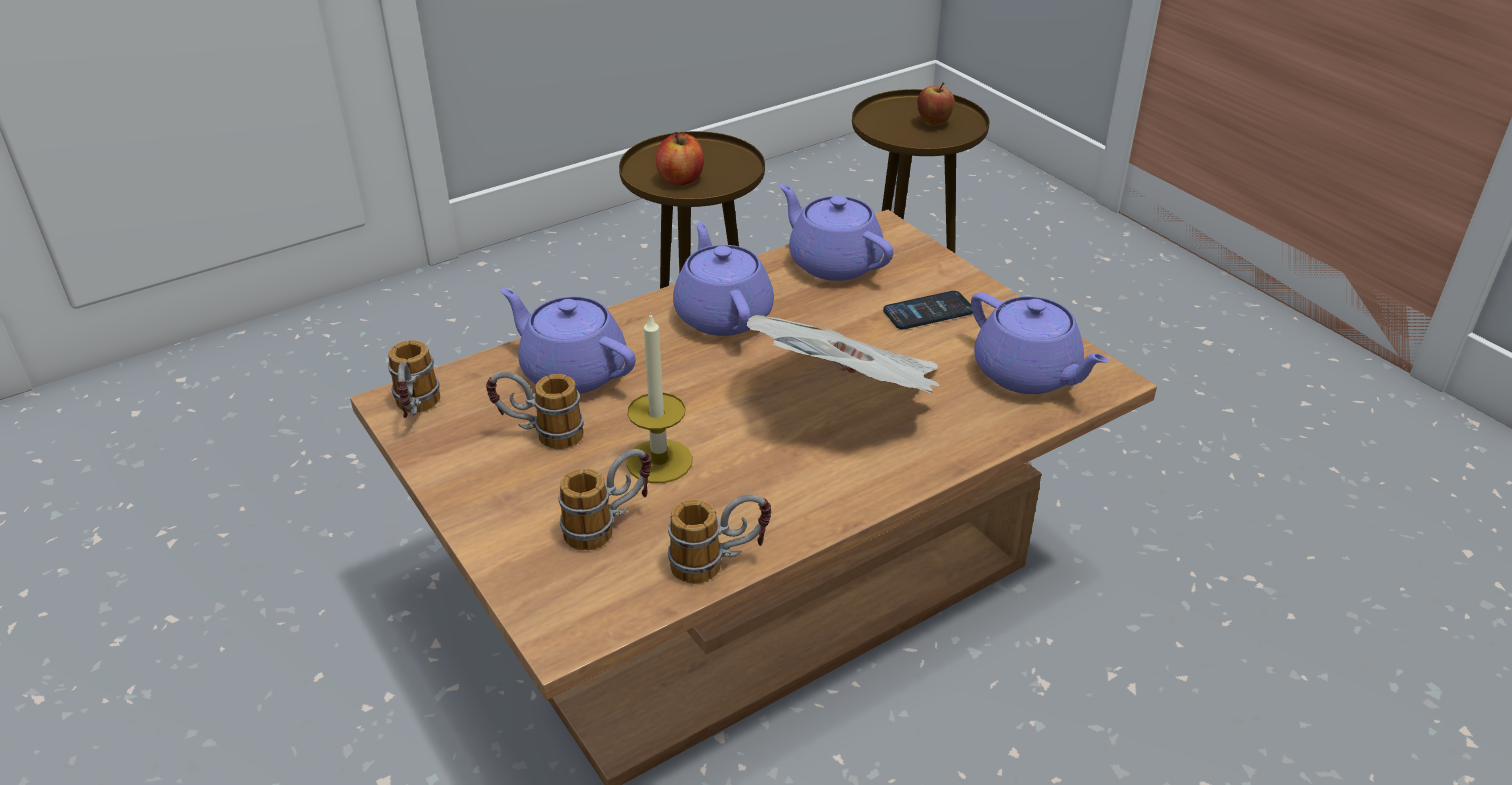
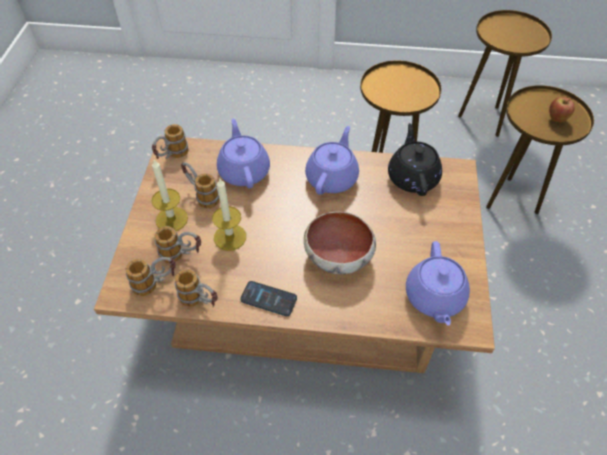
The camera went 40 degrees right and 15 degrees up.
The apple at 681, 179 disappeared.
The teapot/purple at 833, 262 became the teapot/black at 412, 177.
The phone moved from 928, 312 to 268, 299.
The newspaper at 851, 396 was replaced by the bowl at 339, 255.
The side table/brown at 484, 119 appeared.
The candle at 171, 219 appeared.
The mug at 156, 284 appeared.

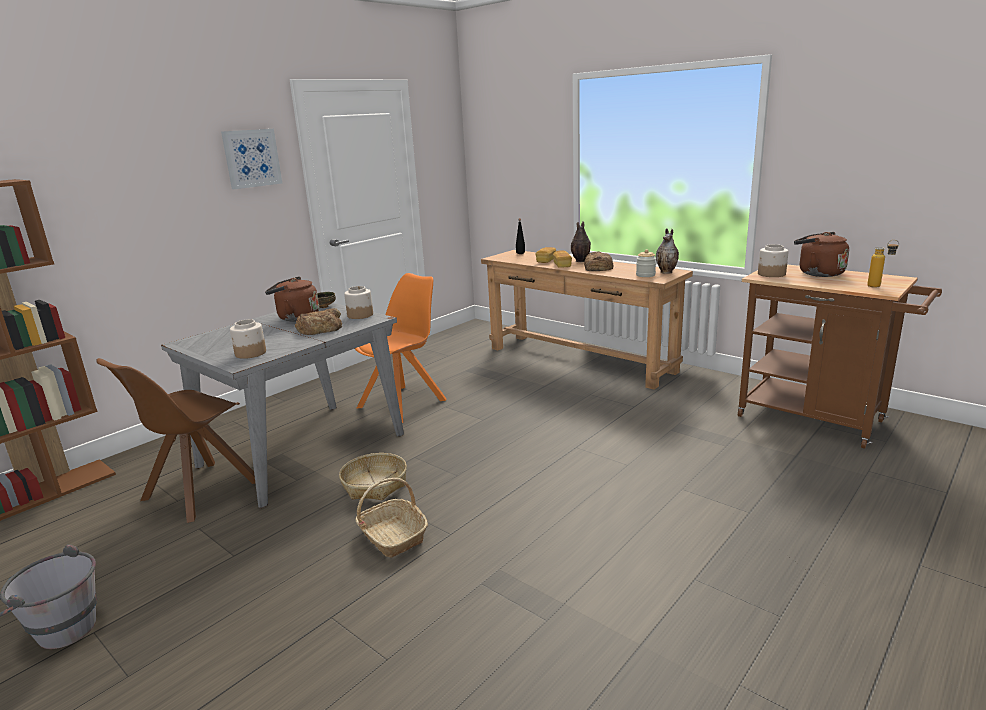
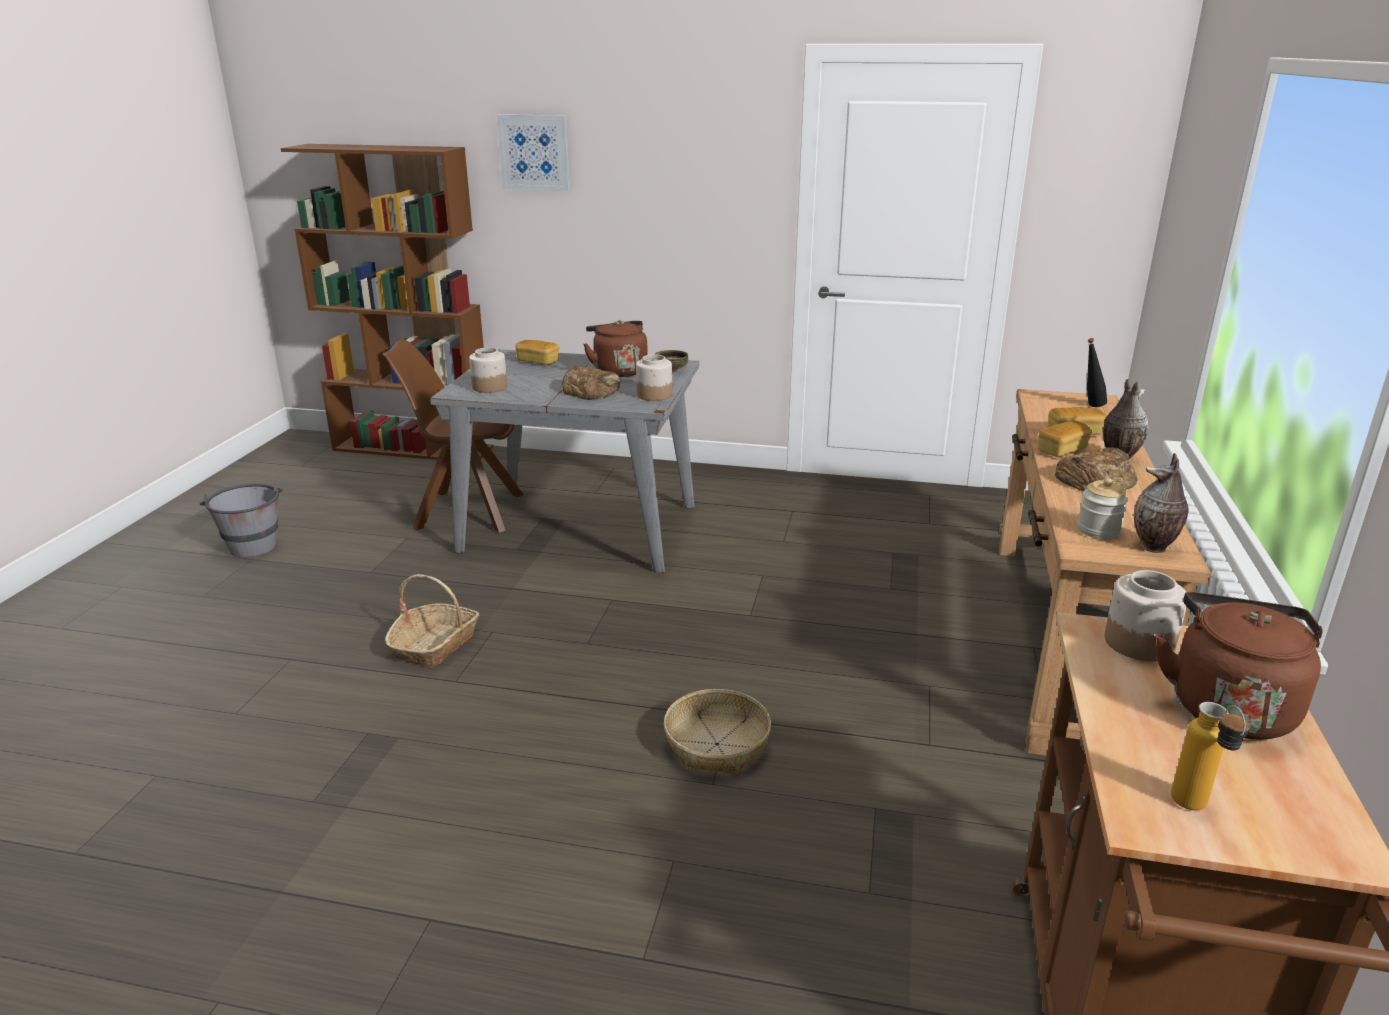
The camera went 60 degrees right and 5 degrees up.
The picture moved from 251, 158 to 534, 152.
The chair/orange at 404, 403 disappeared.
The basket moved from 375, 485 to 717, 744.
The bread at 538, 361 appeared.

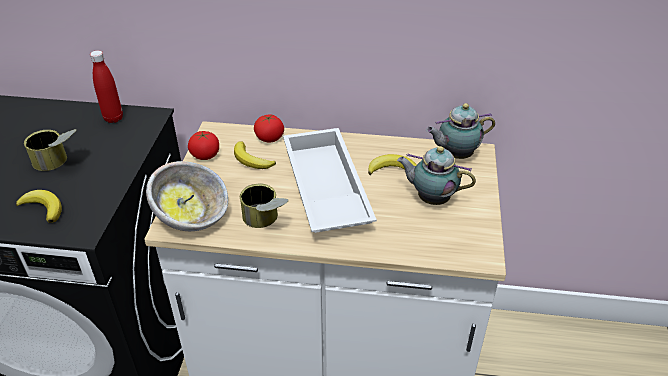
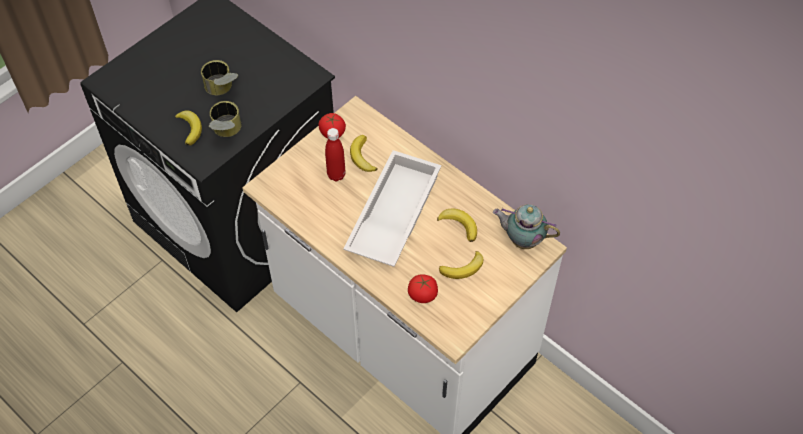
The camera went 35 degrees right and 15 degrees up.
The bottle/red moved from 113, 118 to 336, 175.
The tomato moved from 269, 138 to 422, 295.
The teapot at 431, 198 was replaced by the banana at 463, 268.
The bowl at 193, 217 disappeared.
The can moved from 265, 222 to 226, 133.

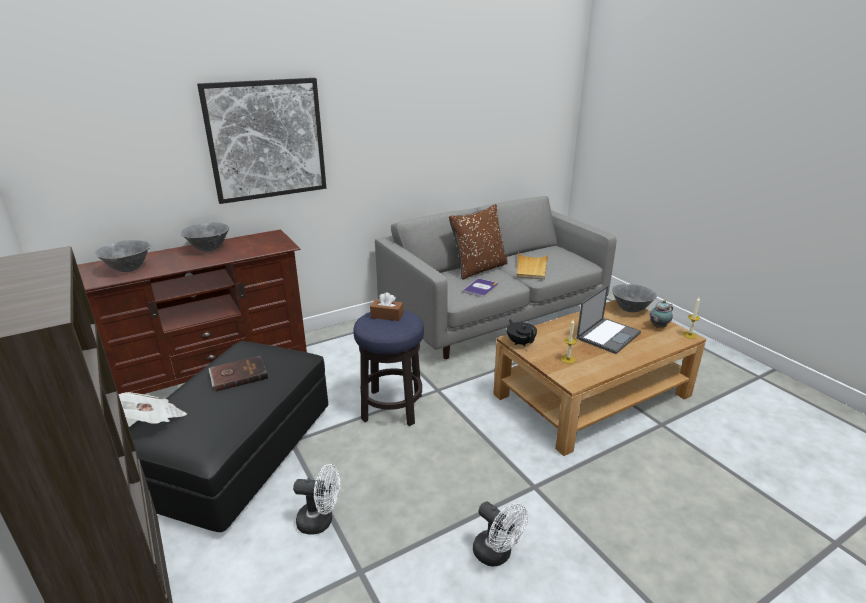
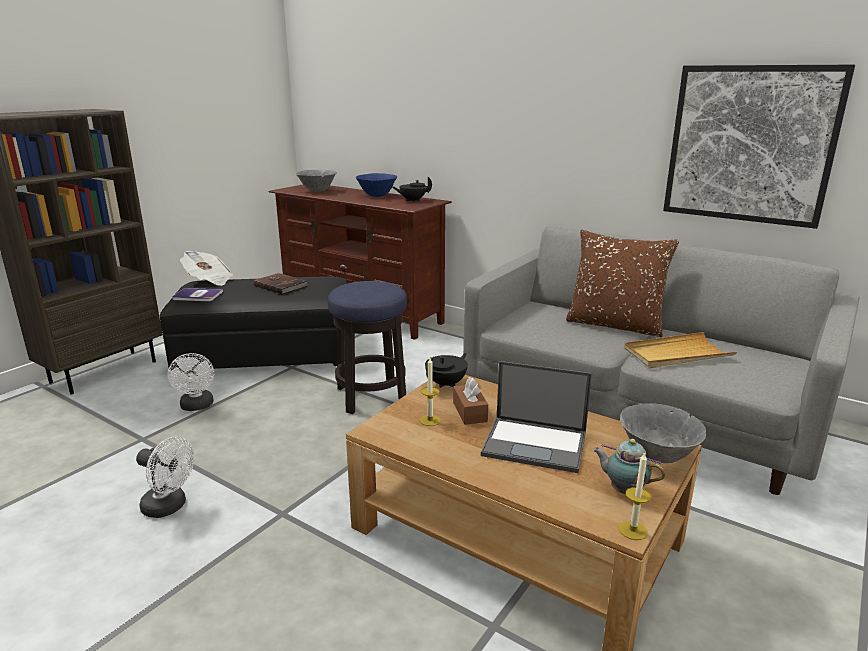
The camera went 65 degrees right and 5 degrees down.
The picture moved from 266, 140 to 750, 145.
The bowl/grey at 209, 249 became the bowl/blue at 377, 196.
The book moved from 481, 288 to 197, 295.
The tissue box/brown moved from 387, 315 to 470, 412.
The fan/white at 497, 555 turned 90 degrees counterclockwise.
The teapot/black at 412, 200 appeared.

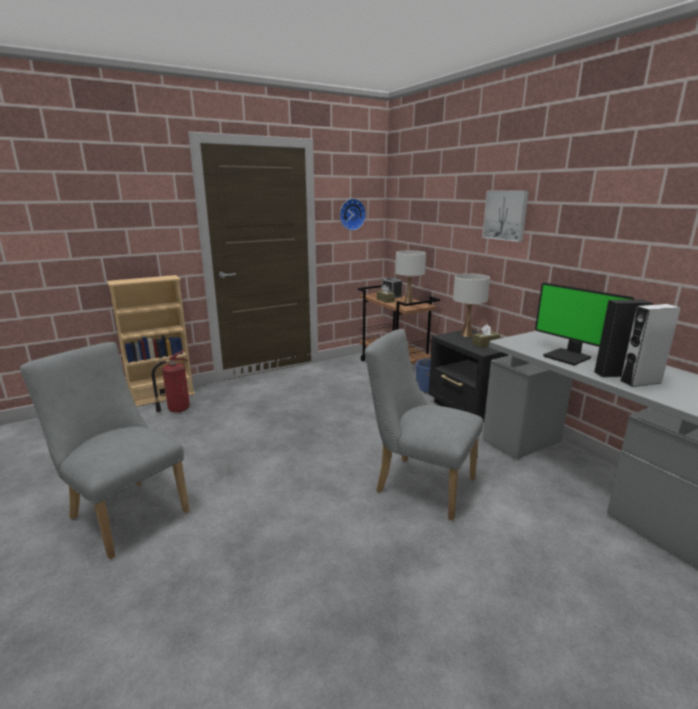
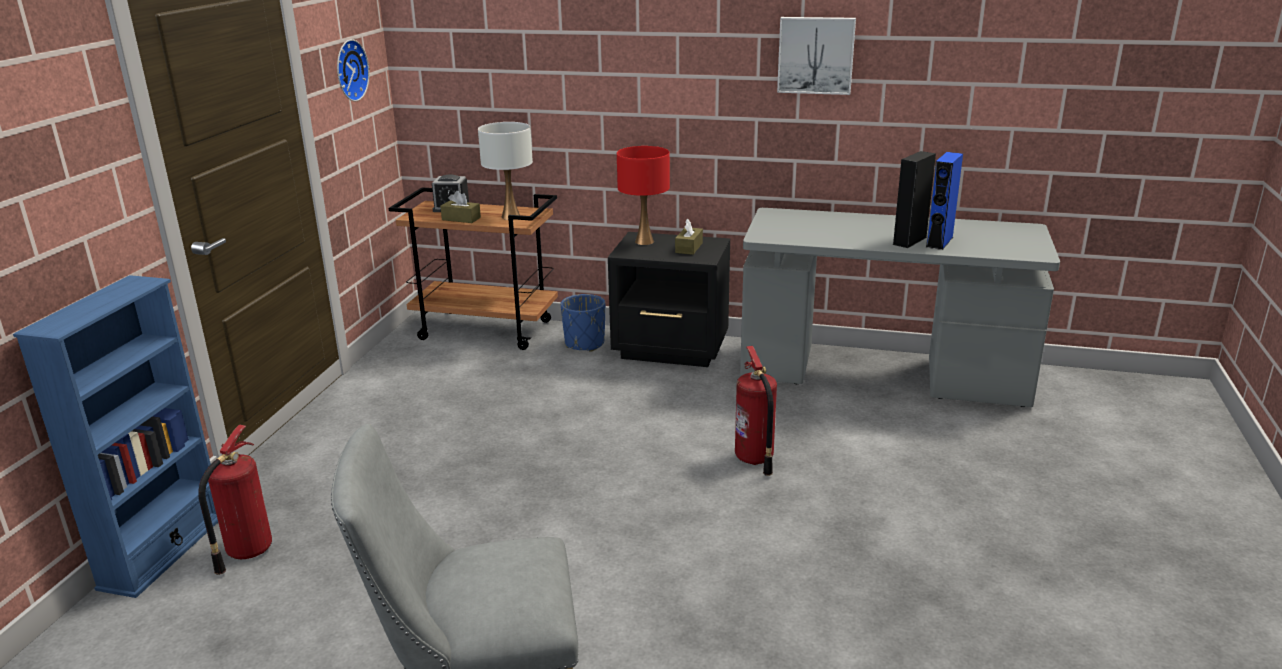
The camera went 45 degrees left and 5 degrees up.
The picture moved from 506, 215 to 816, 55.
The table lamp/white at 466, 335 became the table lamp/red at 644, 242.
The bookcase/beige at 162, 397 became the bookcase/blue at 164, 550.
The monitor at 568, 357 disappeared.
The speaker/grey at 640, 382 became the speaker/blue at 939, 242.
The chair/grey at 418, 483 was replaced by the fire extinguisher at 754, 459.

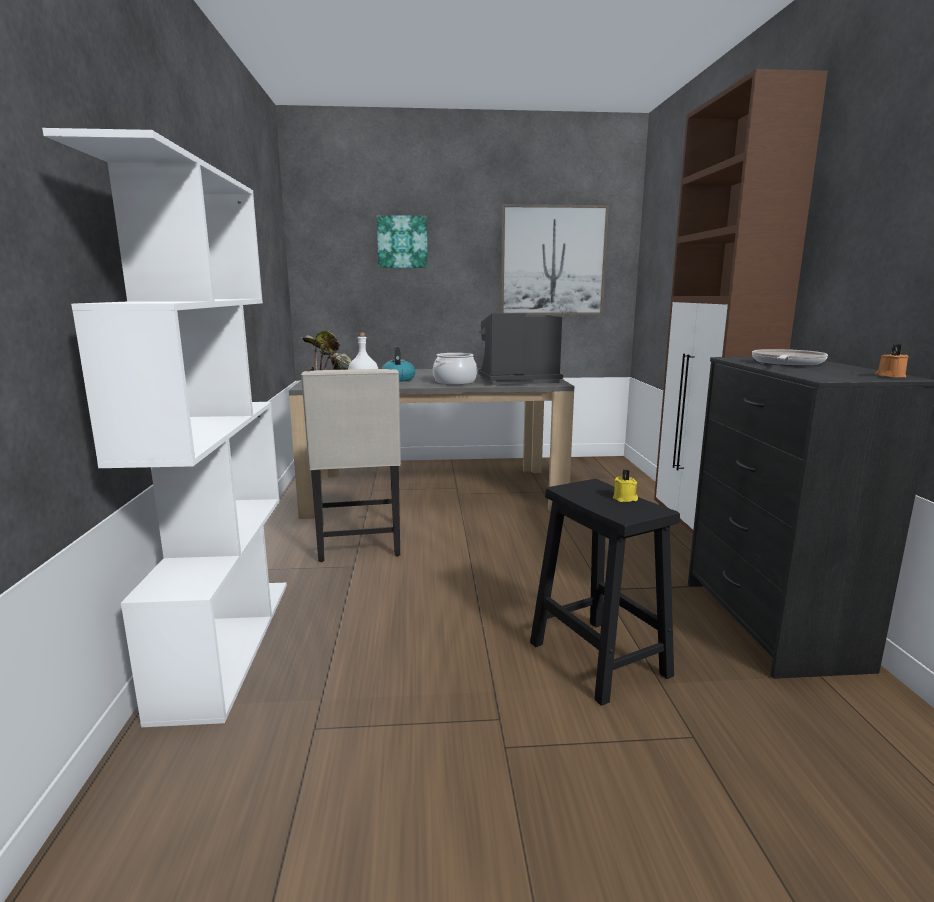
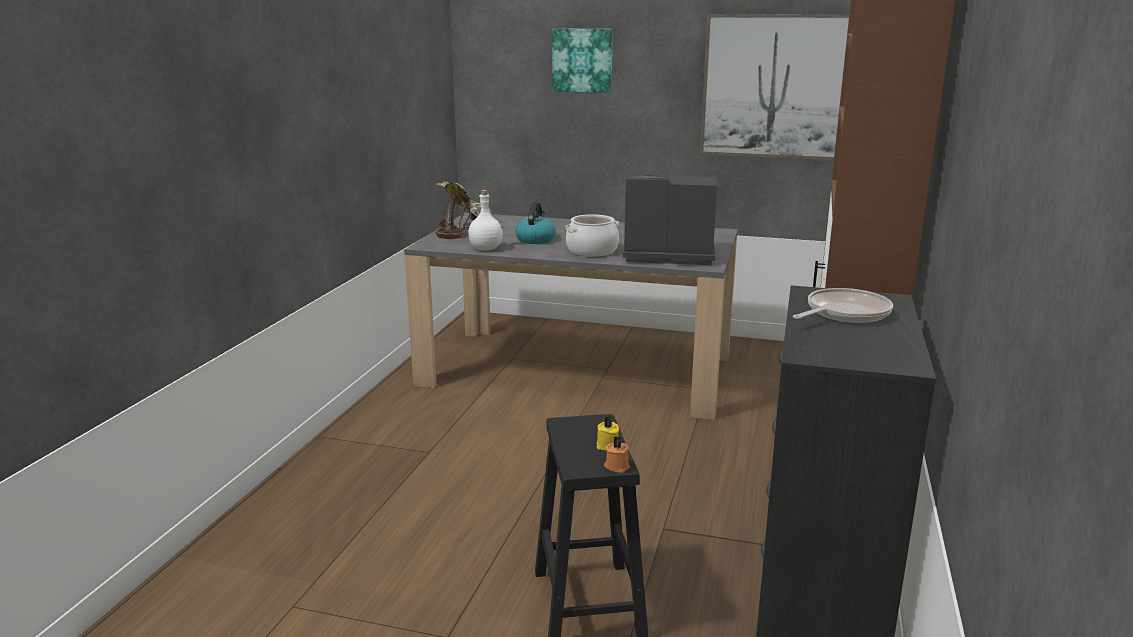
The camera went 20 degrees right and 5 degrees up.
The bookcase/white at 226, 642 disappeared.
The candle/orange moved from 890, 376 to 617, 466.
The chair/beige at 359, 542 disappeared.

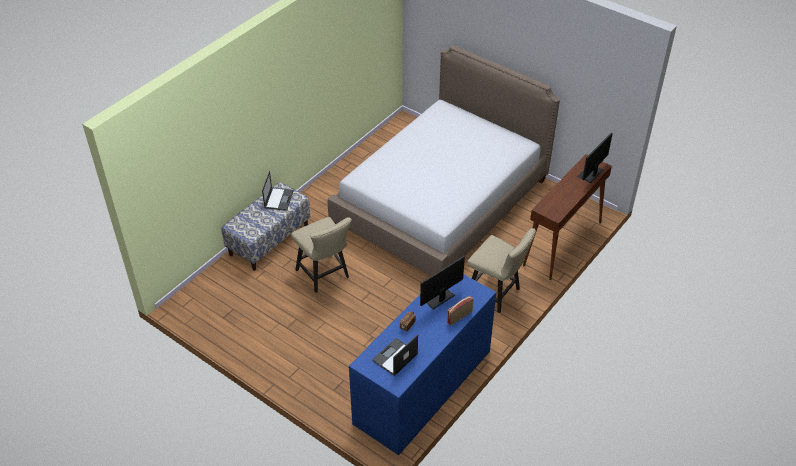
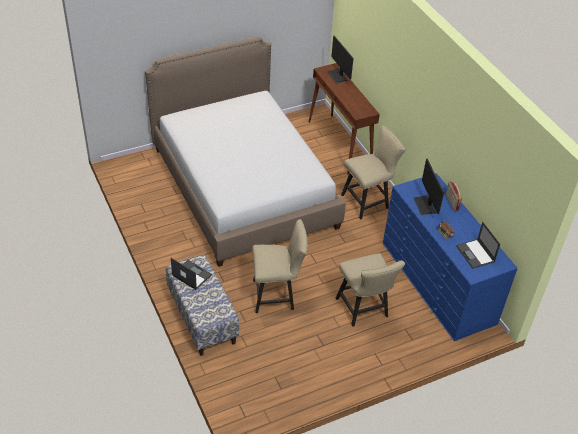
The camera went 65 degrees left and 0 degrees up.
The chair/beige at 364, 310 appeared.

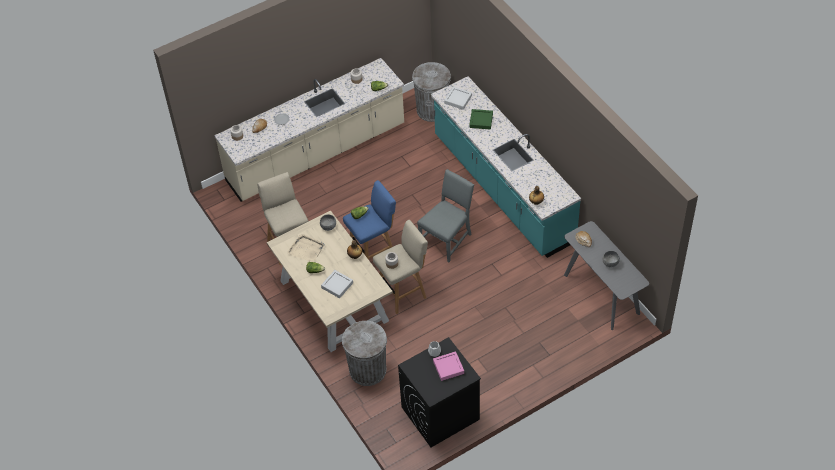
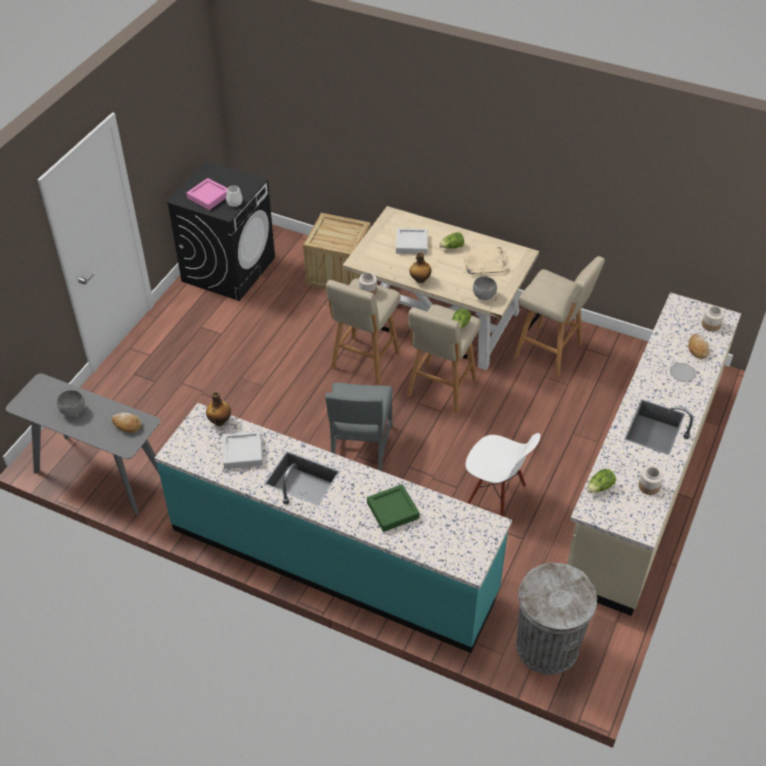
The camera went 145 degrees right and 5 degrees down.
The tray/grey moved from 458, 99 to 242, 452.
The stool/blue at 373, 252 became the stool/beige at 440, 389.
The trash can/grey at 368, 370 was replaced by the crate at 338, 273.
The chair/white at 496, 496 appeared.

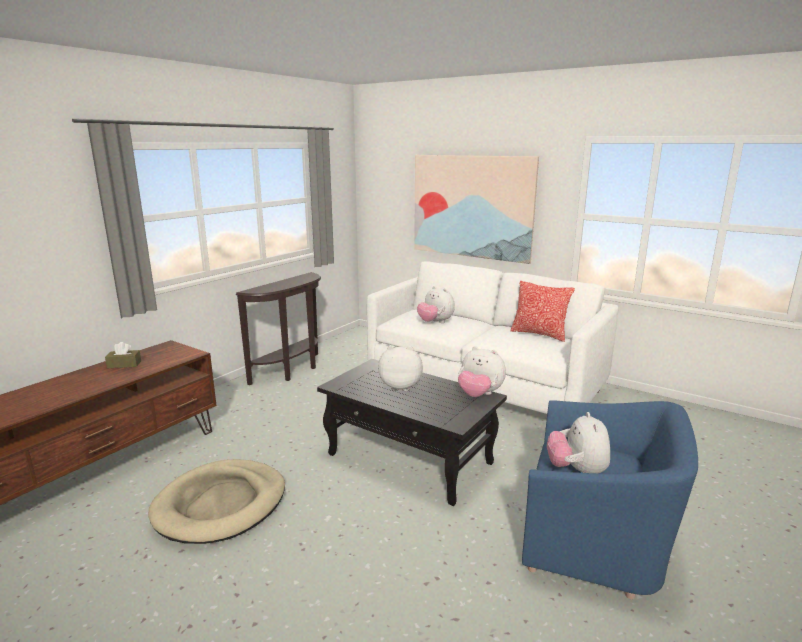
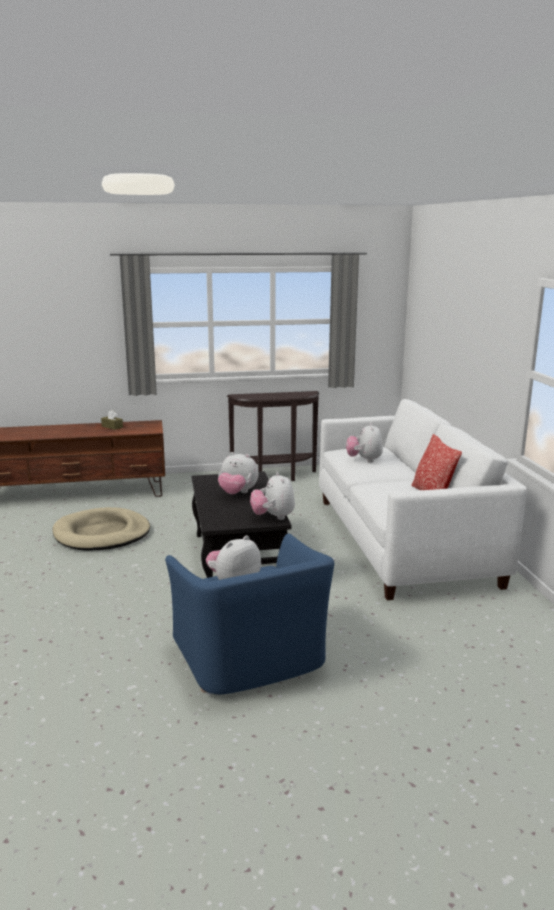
The camera went 45 degrees right and 0 degrees up.
The picture at 472, 207 disappeared.
The plush toy at 401, 386 turned 150 degrees clockwise.

